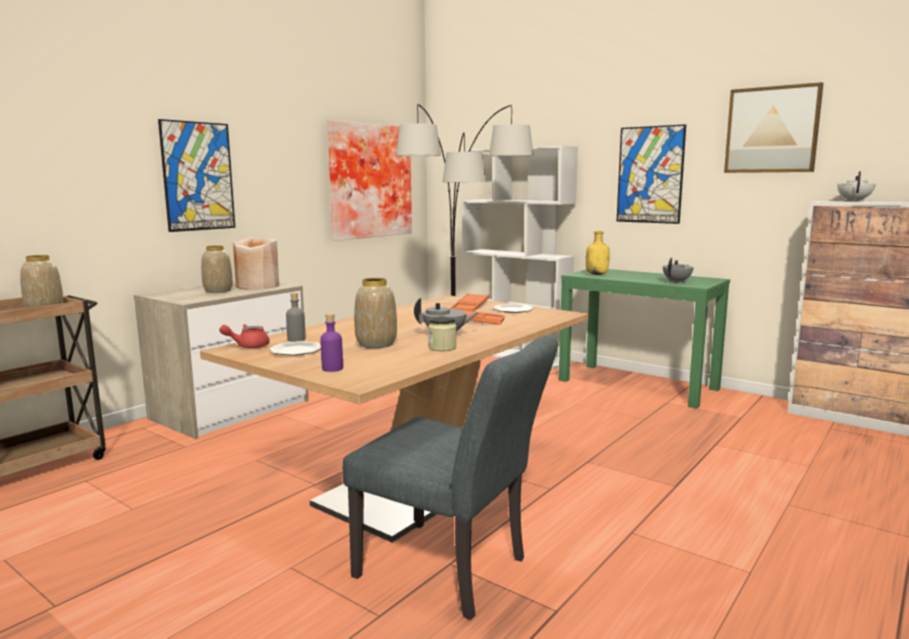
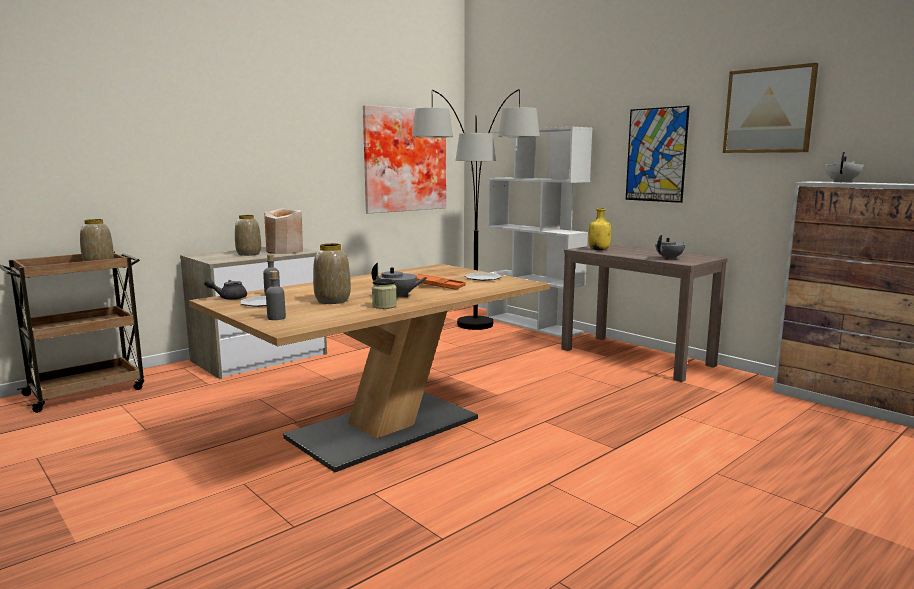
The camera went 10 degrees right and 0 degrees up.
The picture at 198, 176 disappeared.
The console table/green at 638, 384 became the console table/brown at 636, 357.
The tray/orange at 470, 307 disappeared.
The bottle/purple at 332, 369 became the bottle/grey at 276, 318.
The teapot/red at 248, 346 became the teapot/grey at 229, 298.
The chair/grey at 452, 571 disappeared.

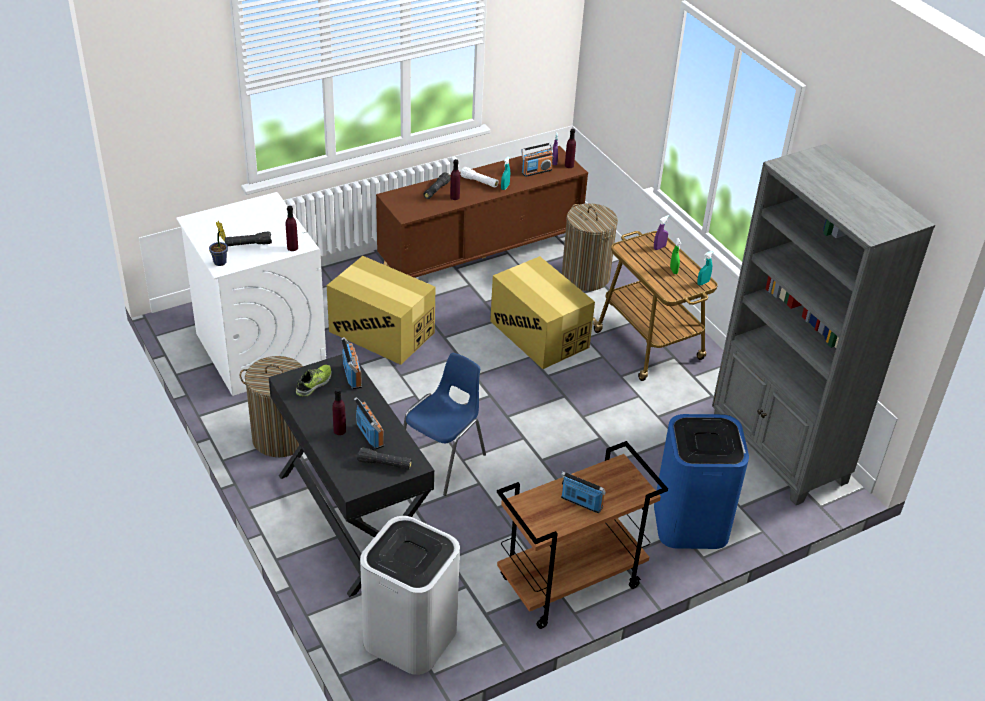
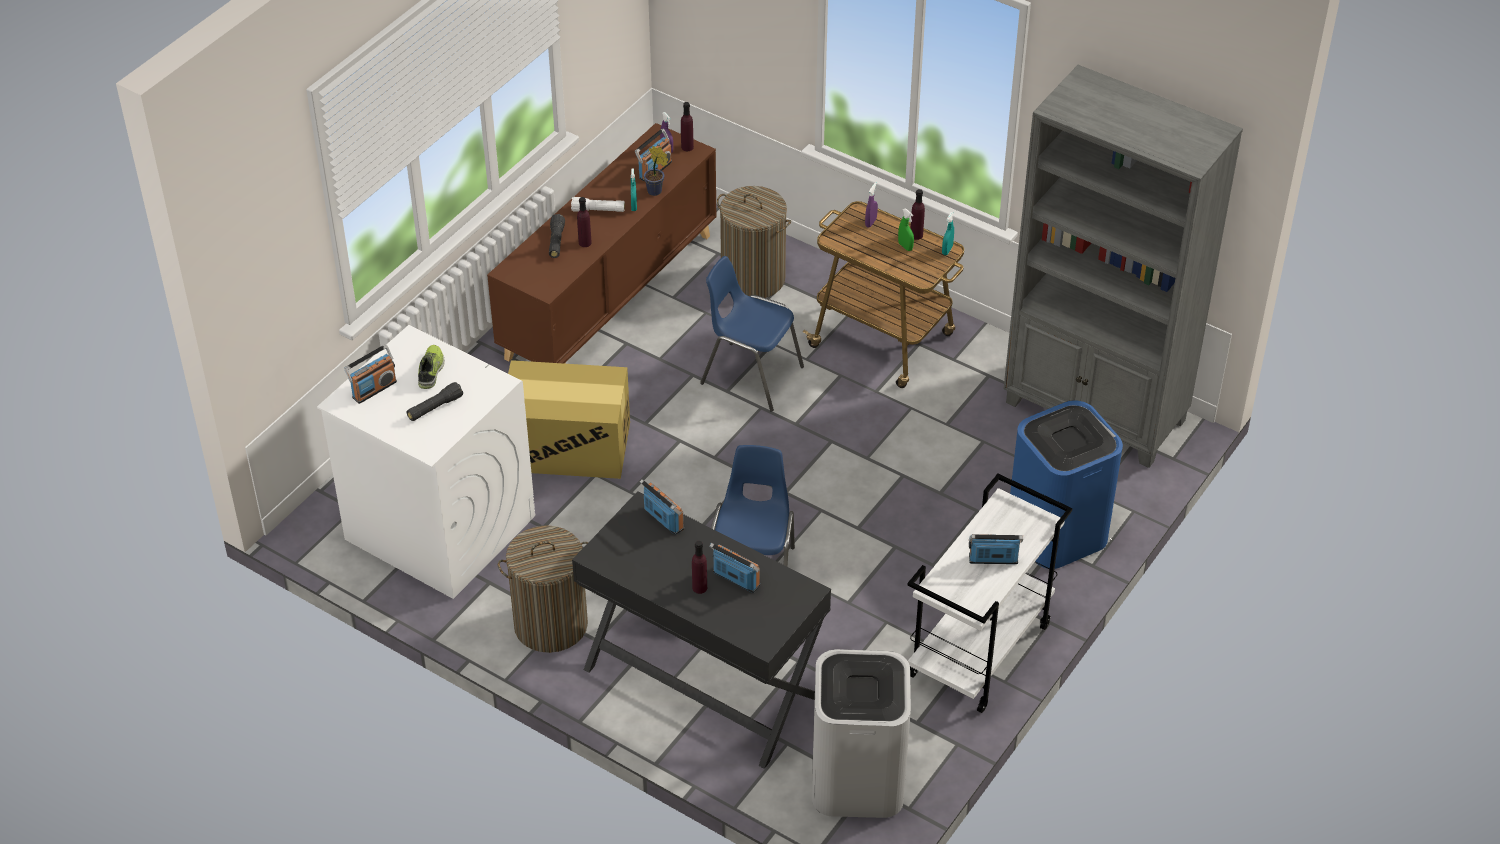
The camera went 25 degrees left and 5 degrees up.
The bottle/purple moved from 292, 247 to 916, 235.
The potted plant moved from 220, 263 to 656, 192.
The cardboard box at 539, 334 was replaced by the chair/blue at 751, 375.
The shoe moved from 315, 384 to 431, 370.
The cart/brown at 570, 584 became the cart/white at 979, 652.
The flashlight/black at 384, 464 disappeared.
The radio at 374, 389 appeared.

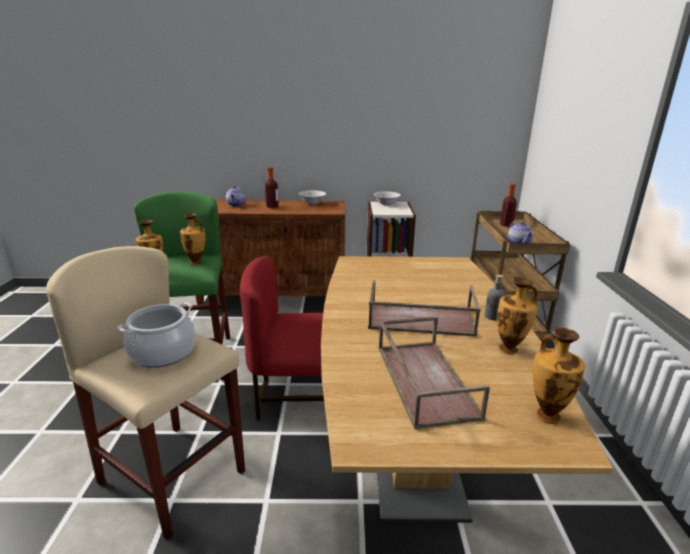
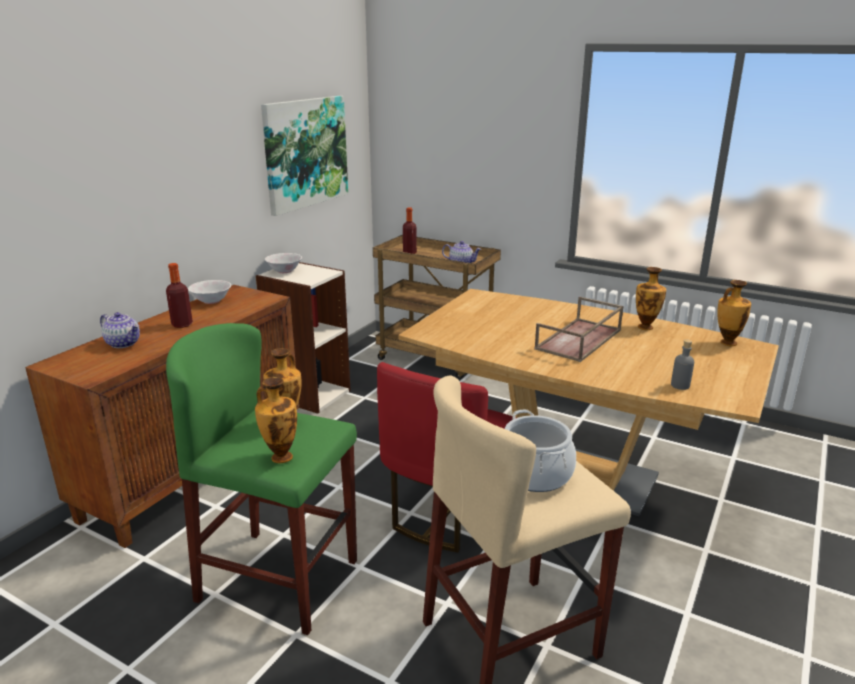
The camera went 60 degrees left and 0 degrees up.
The bottle/grey moved from 493, 316 to 680, 385.
The tray/brown at 423, 380 disappeared.
The picture at 305, 153 appeared.

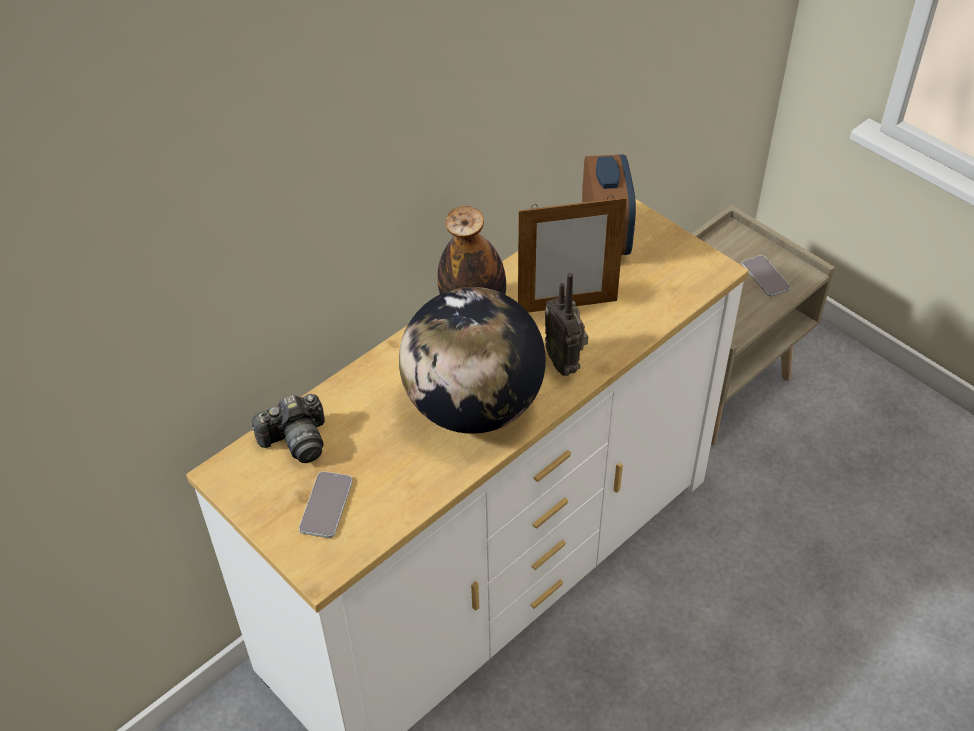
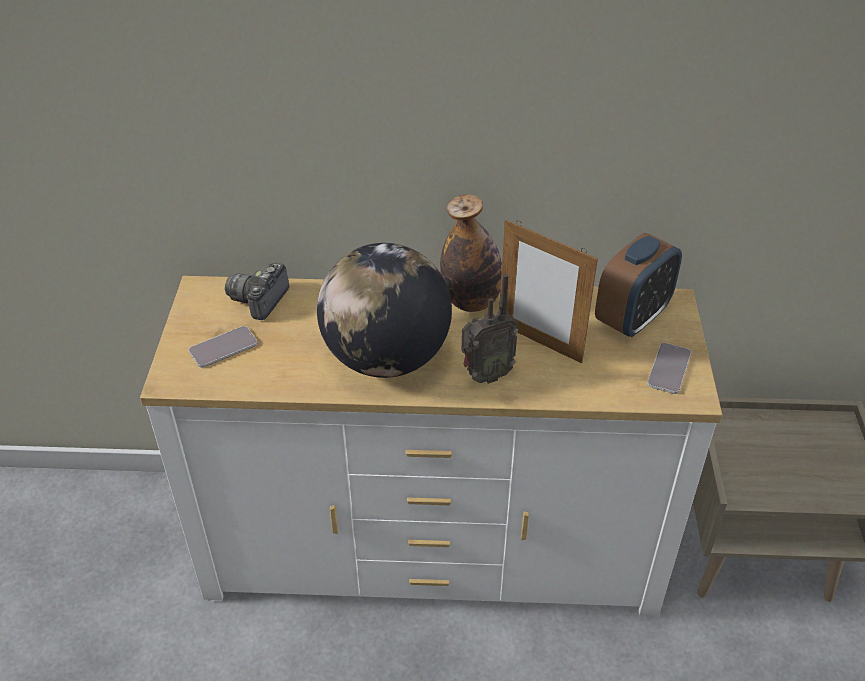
The camera went 45 degrees right and 5 degrees down.
The phone moved from 765, 276 to 669, 369.
The radio at 564, 362 turned 135 degrees counterclockwise.
The photo camera at 296, 440 turned 90 degrees clockwise.

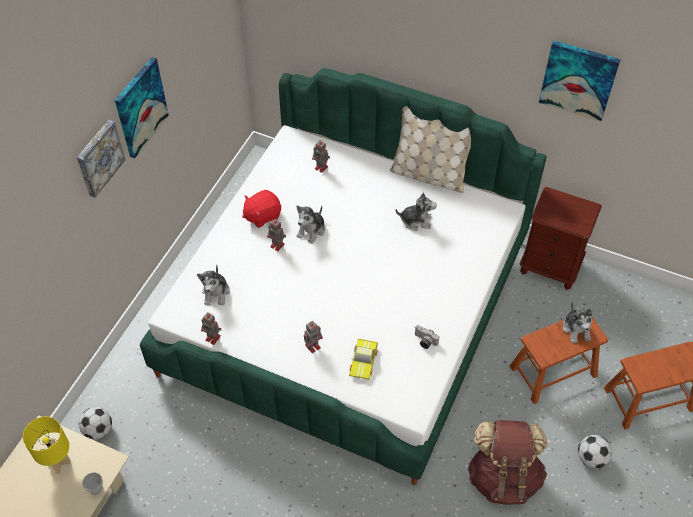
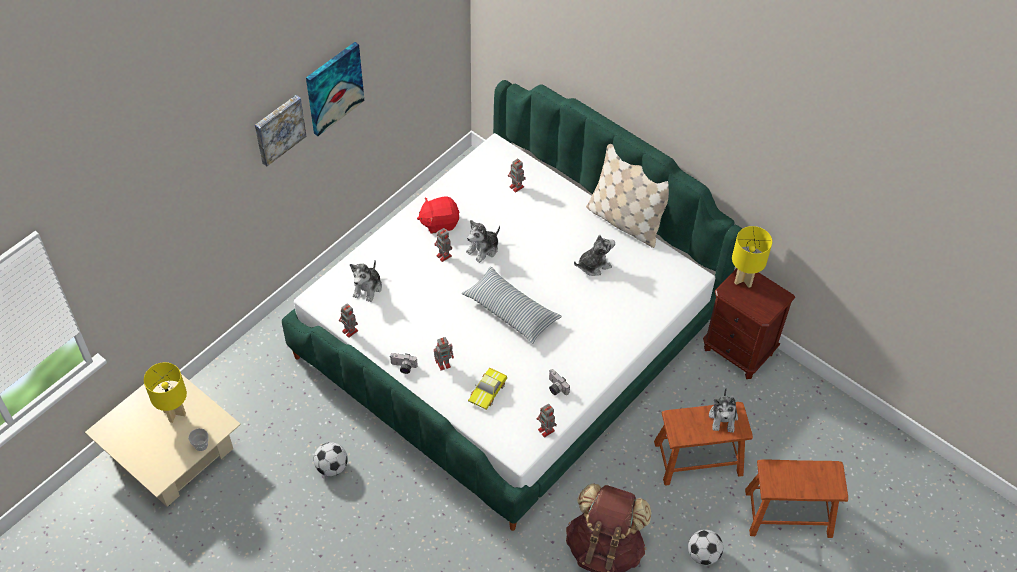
The camera went 15 degrees right and 0 degrees up.
The picture at 578, 80 disappeared.
The plush toy at 416, 221 turned 45 degrees counterclockwise.
The football moved from 98, 430 to 332, 467.
The table lamp/yellow at 744, 279 appeared.
The pillow at 511, 311 appeared.
The photo camera at 403, 367 appeared.
The toy robot at 546, 431 appeared.

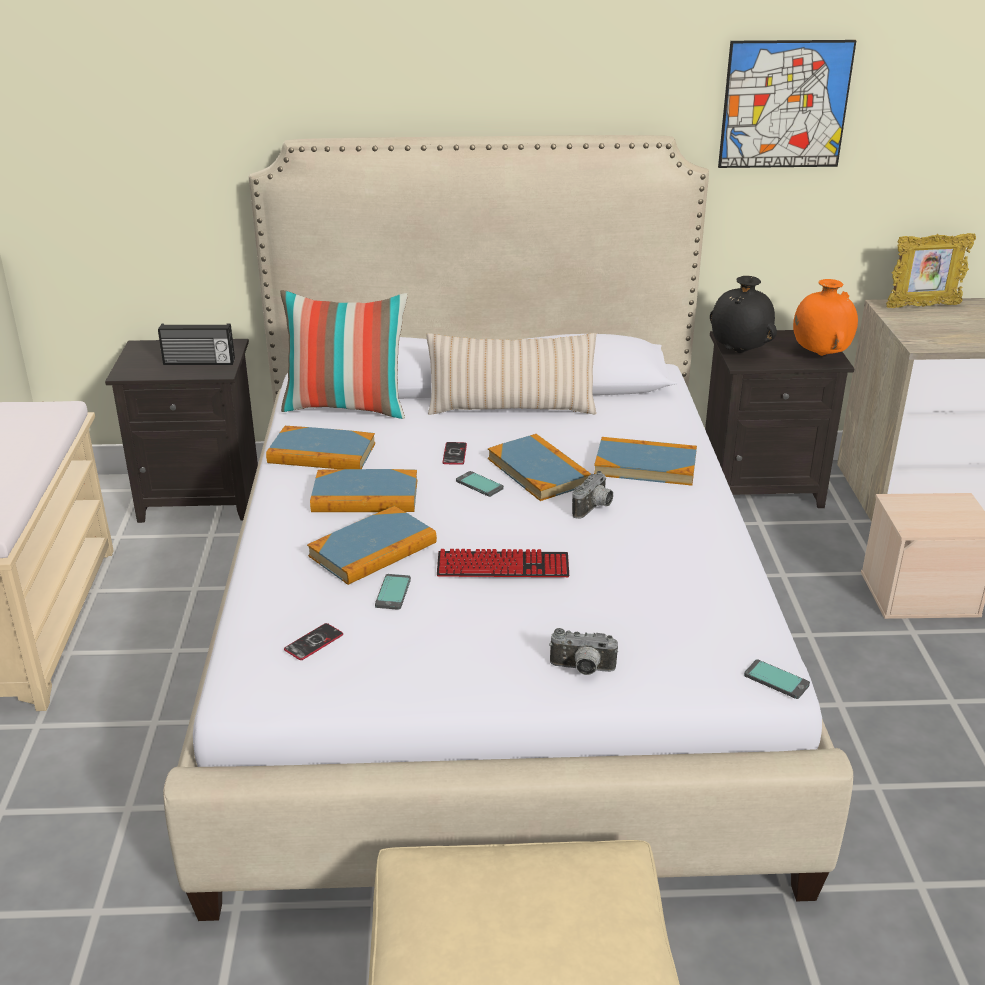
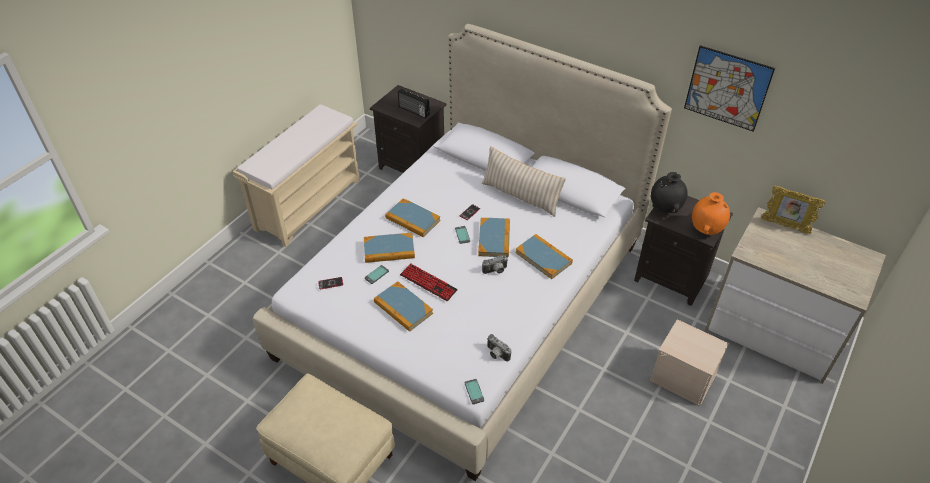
The camera went 35 degrees right and 15 degrees up.
The pillow at 347, 407 disappeared.
The book moved from 322, 453 to 403, 308.
The photo camera moved from 582, 670 to 496, 354.

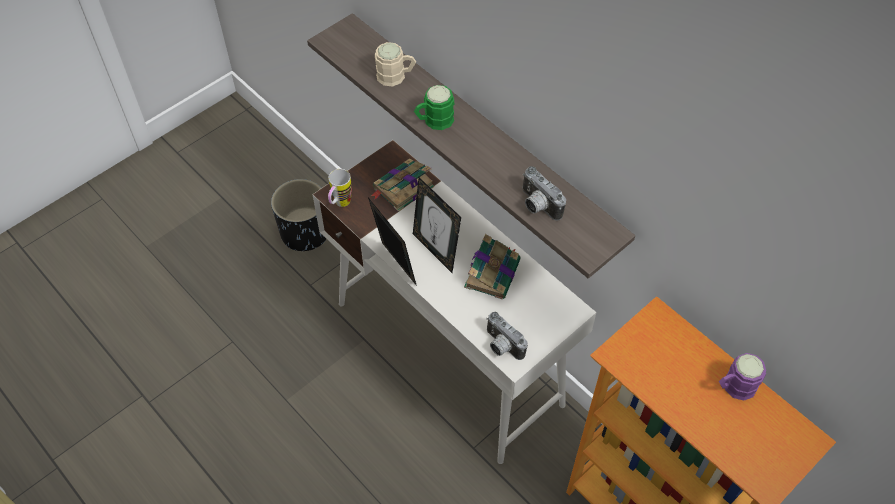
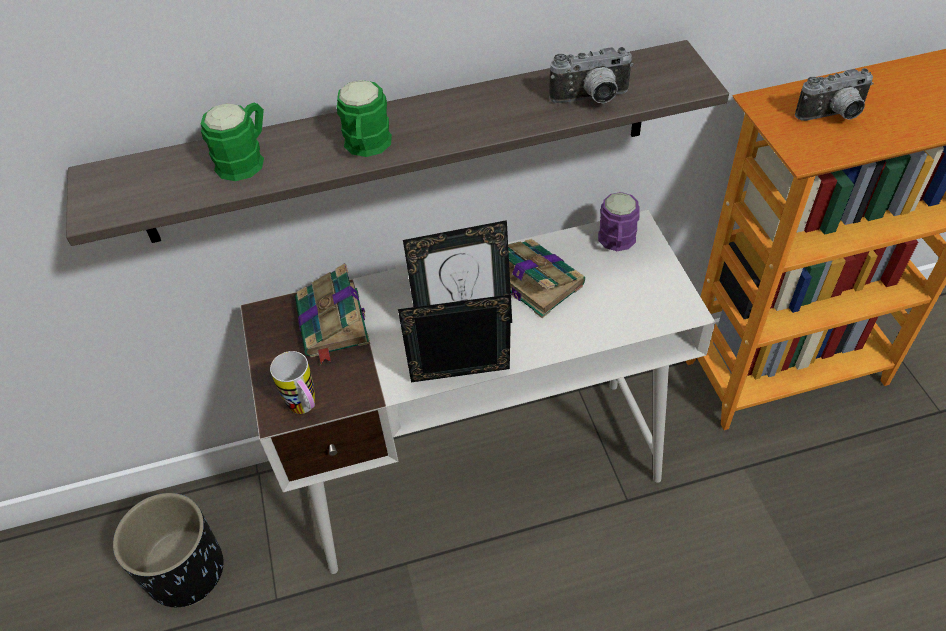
The camera went 60 degrees left and 5 degrees down.
The mug/beige at 396, 76 became the mug/green at 246, 158.
The photo camera moved from 501, 346 to 833, 116.
The mug/purple moved from 734, 387 to 617, 242.

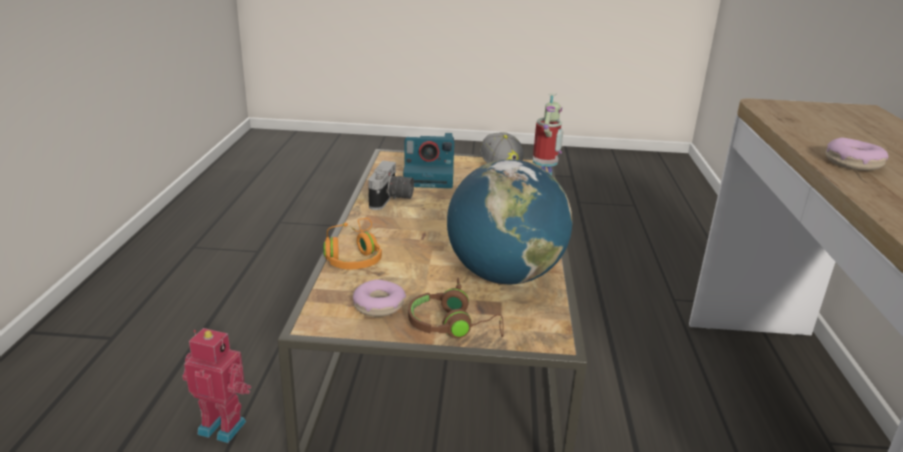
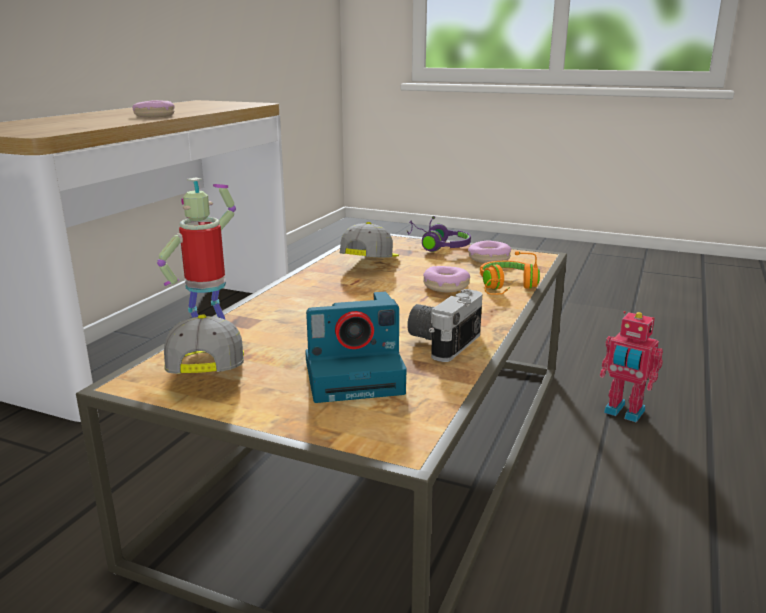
The camera went 160 degrees left and 5 degrees down.
The photo camera at 430, 177 turned 150 degrees clockwise.
The globe at 504, 276 was replaced by the cap at 370, 264.
The headphones/brown at 453, 326 became the headphones/purple at 437, 246.
The donut at 446, 286 appeared.

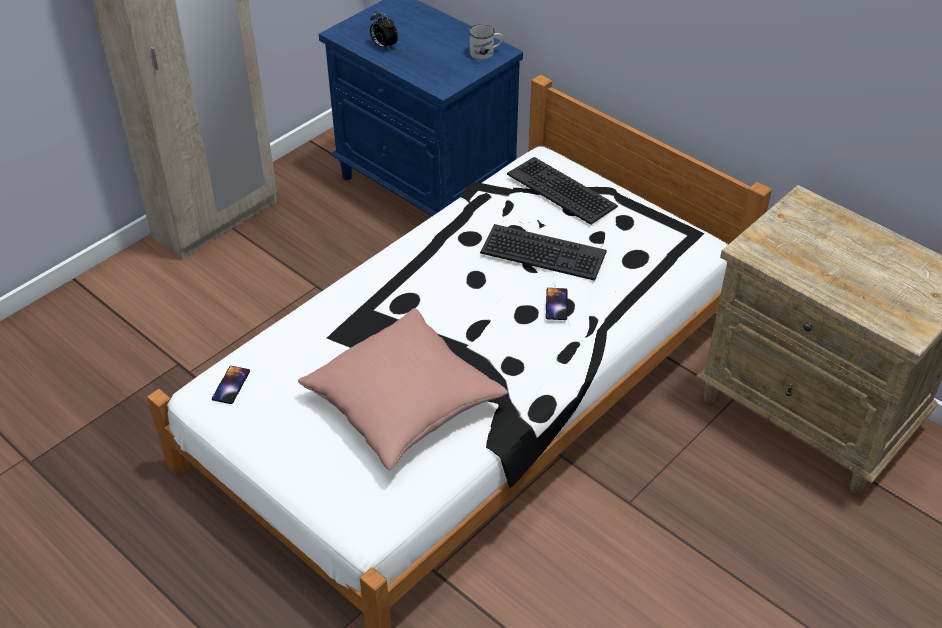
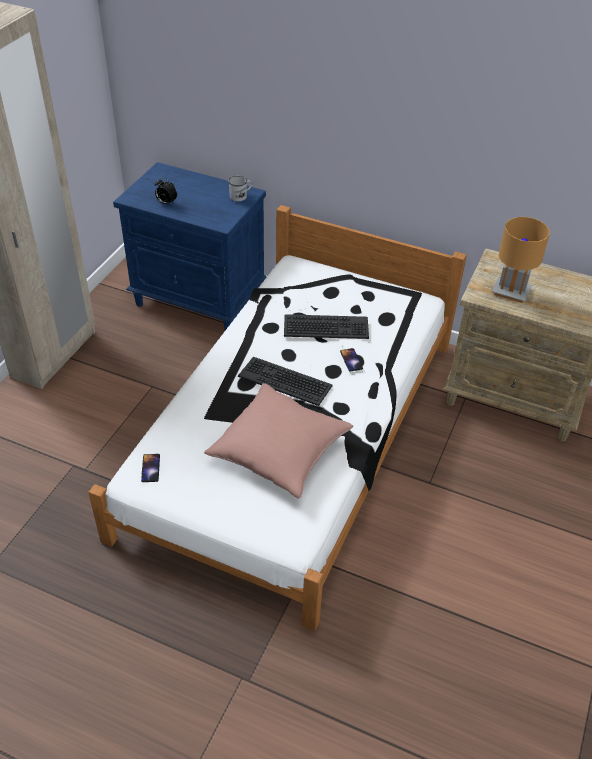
The camera went 20 degrees left and 0 degrees up.
The keyboard moved from 562, 190 to 285, 381.
The table lamp/brown at 511, 291 appeared.

